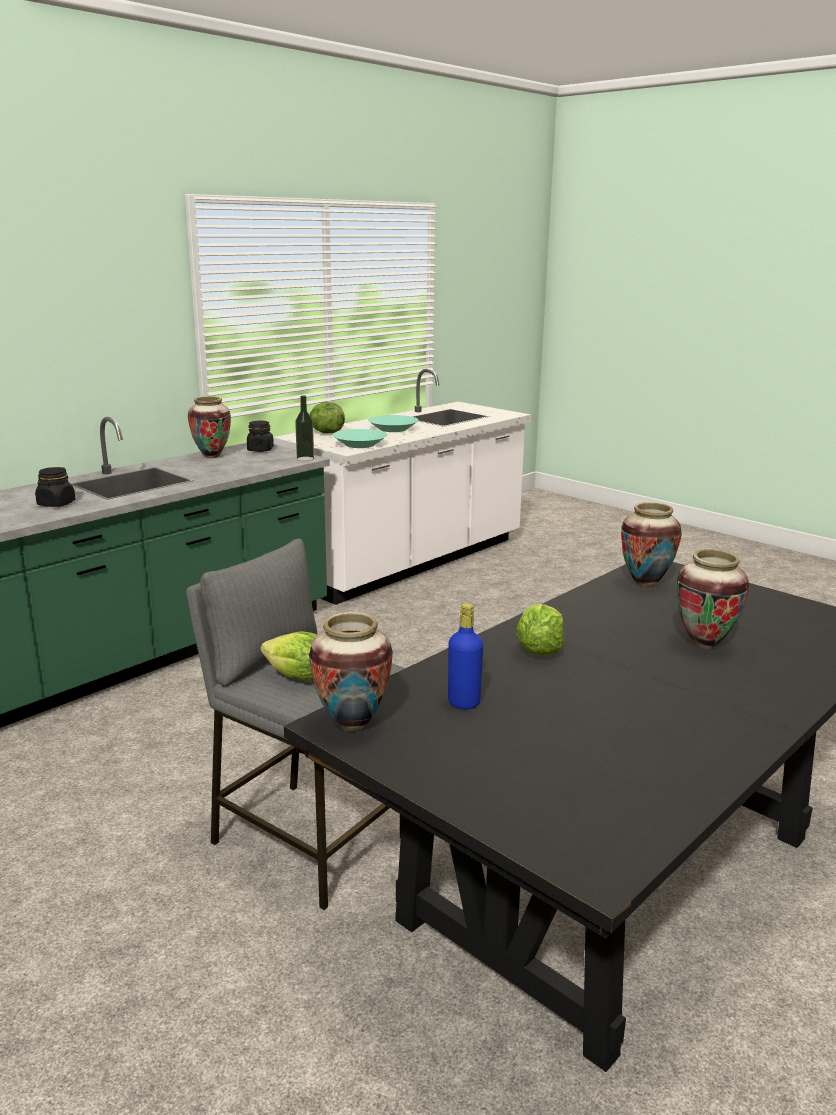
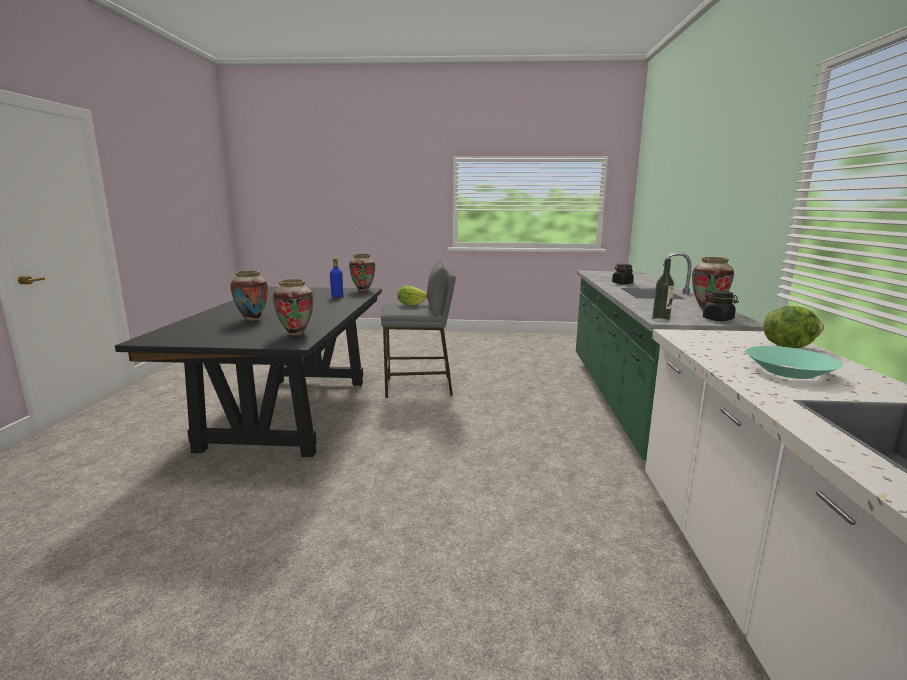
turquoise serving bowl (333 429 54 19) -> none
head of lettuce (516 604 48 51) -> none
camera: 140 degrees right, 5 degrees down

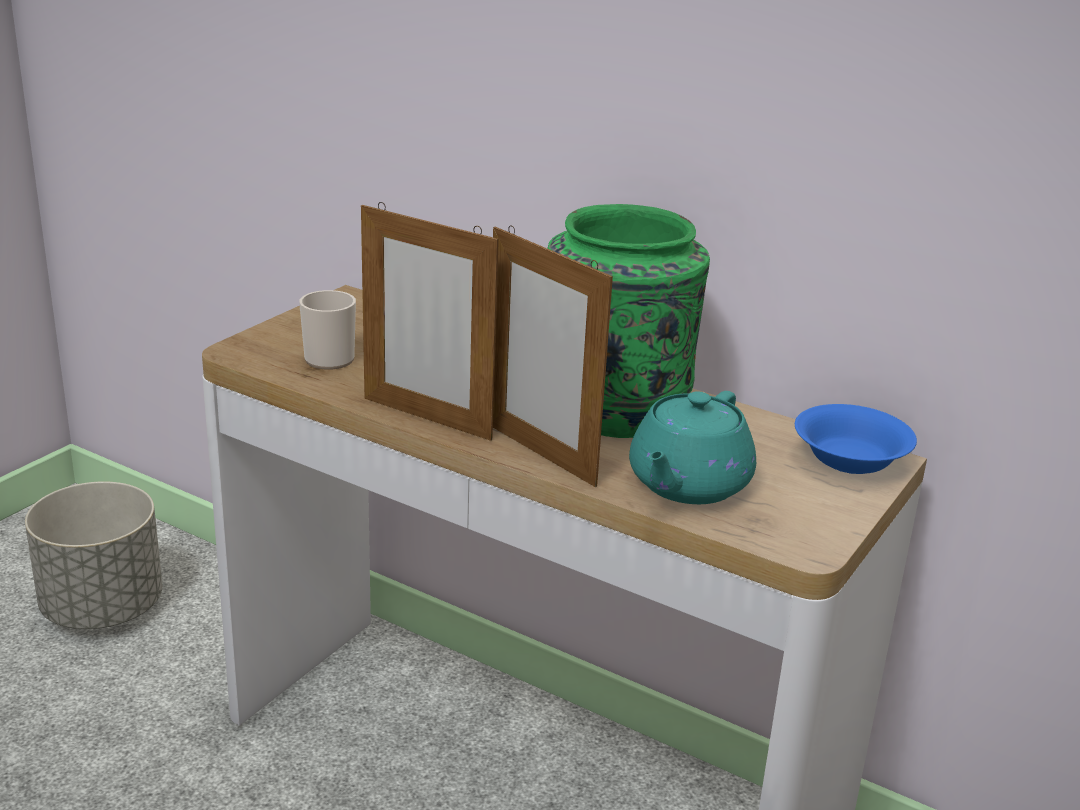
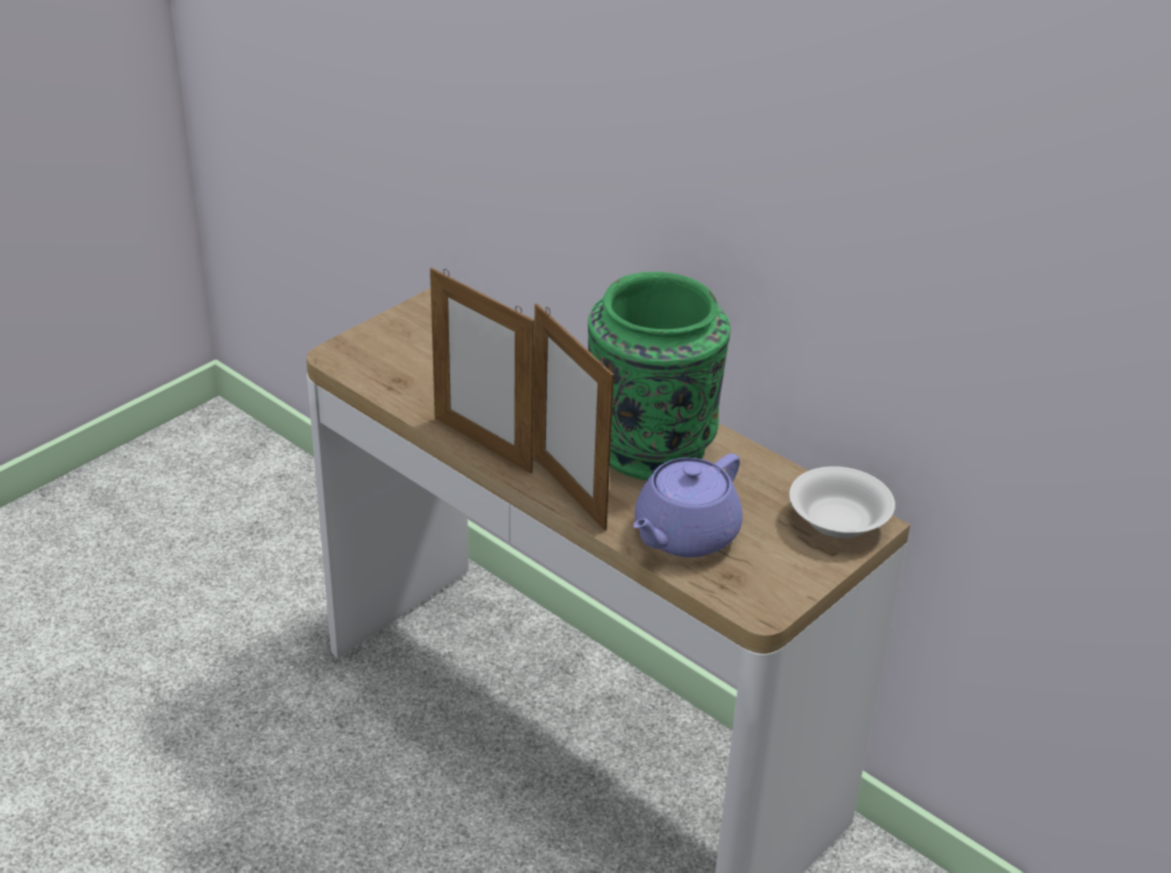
grey planter (25 482 138 147) -> none
coffee mug (299 290 57 80) -> none
turquoise pot for tea (629 391 127 113) -> purple pot for tea (633 453 110 104)
blue serving bowl (795 404 122 70) -> white-coloured serving bowl (789 466 106 72)
camera: 10 degrees right, 10 degrees up

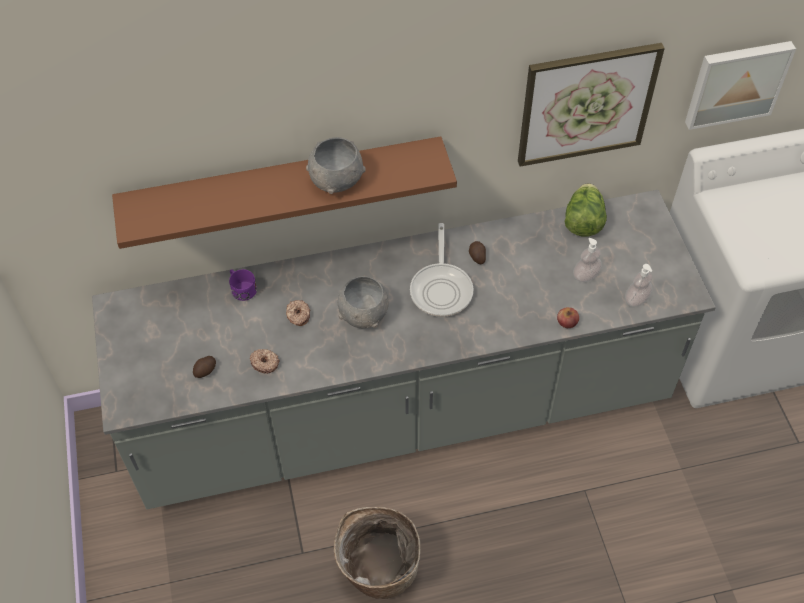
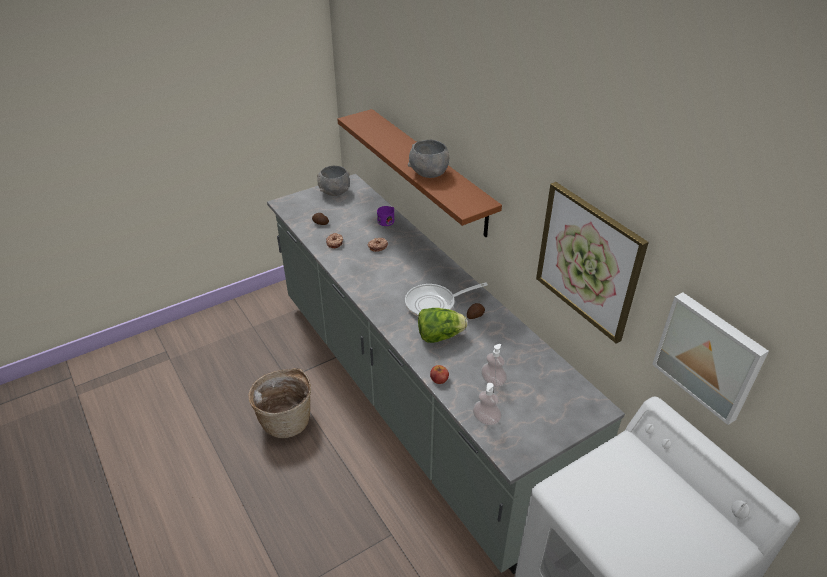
grey serving bowl (338 275 51 53) -> grey serving bowl (317 166 33 30), relocated
head of lettuce (565 183 42 54) -> head of lettuce (418 308 49 35), relocated
camera: 70 degrees right, 15 degrees down

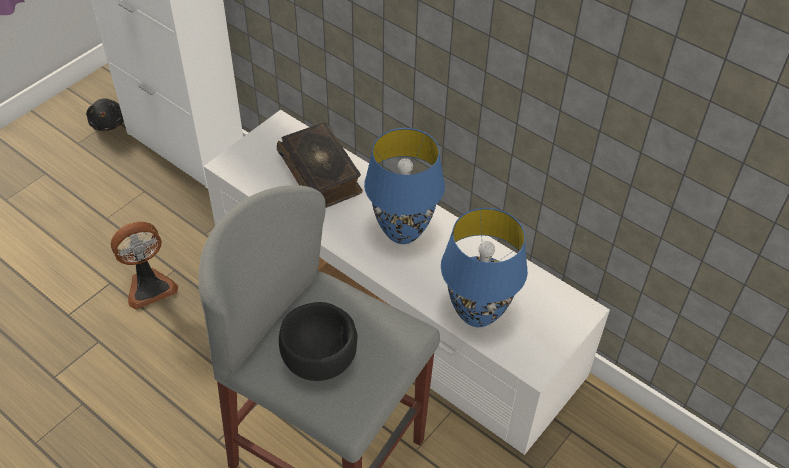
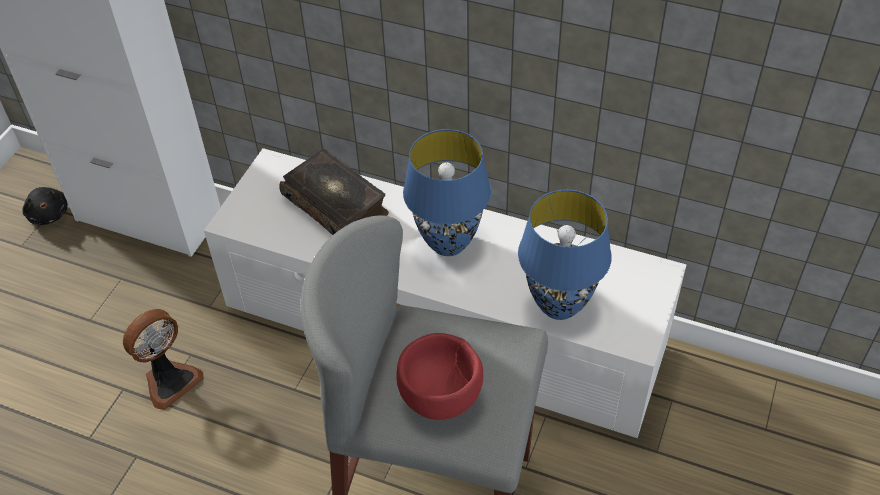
black-coloured serving bowl (279 302 78 79) -> reddish serving bowl (396 333 88 87)
camera: 15 degrees left, 0 degrees up

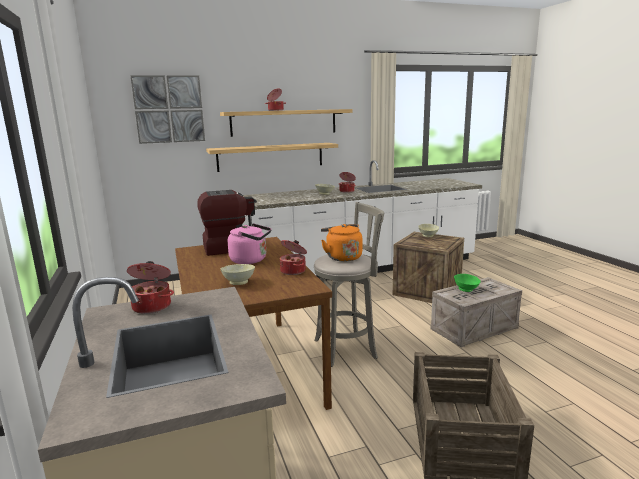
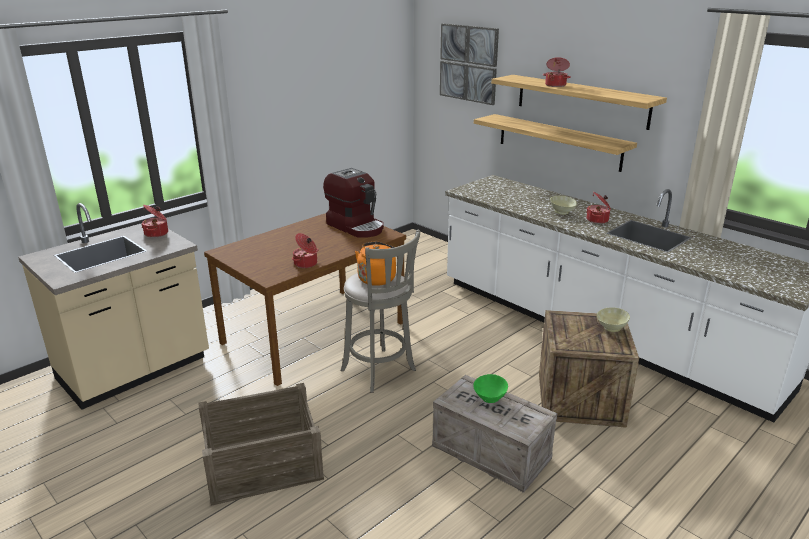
beige-coloured serving bowl (221 264 34 21) -> none
pink water kettle (228 223 43 41) -> none
camera: 65 degrees right, 10 degrees up

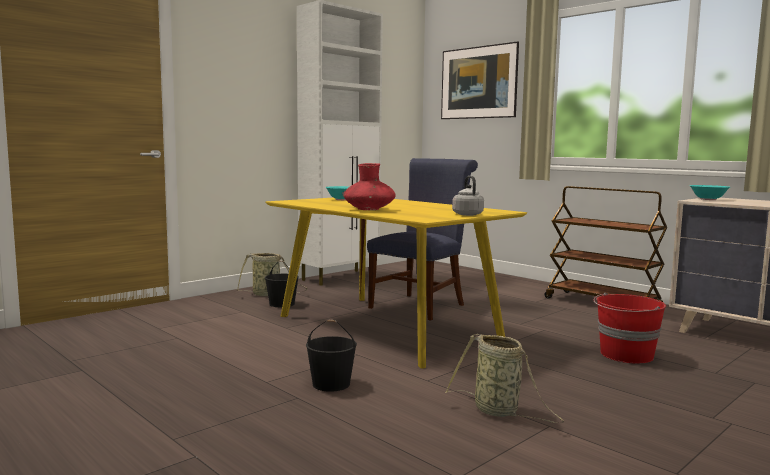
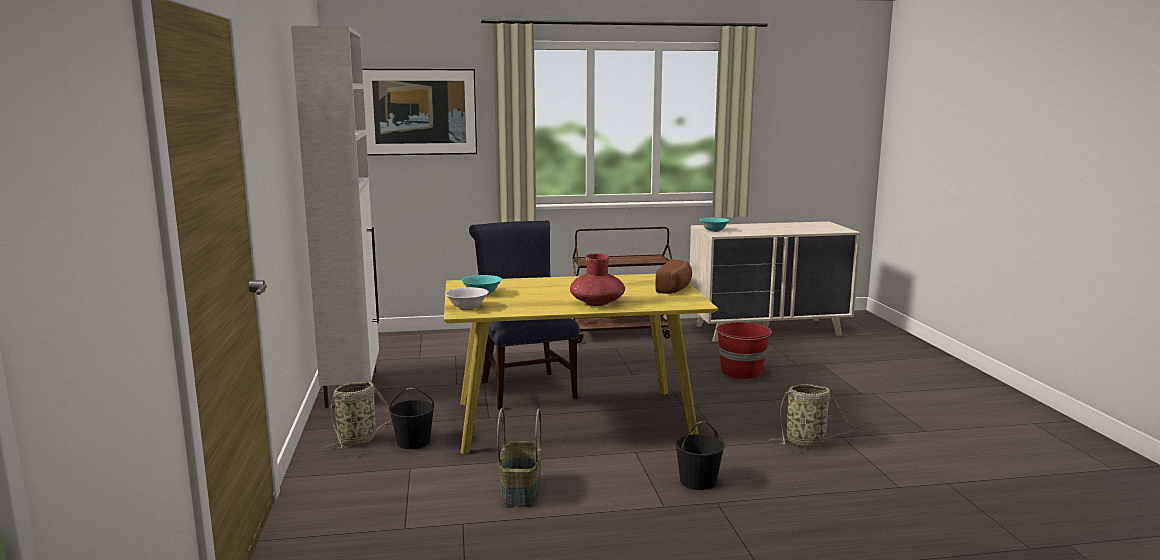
none -> white-coloured serving bowl (445 287 44 23)
none -> basket (497 408 45 99)
grey water kettle (452 176 32 40) -> bread (656 260 36 34)
camera: 55 degrees left, 5 degrees up

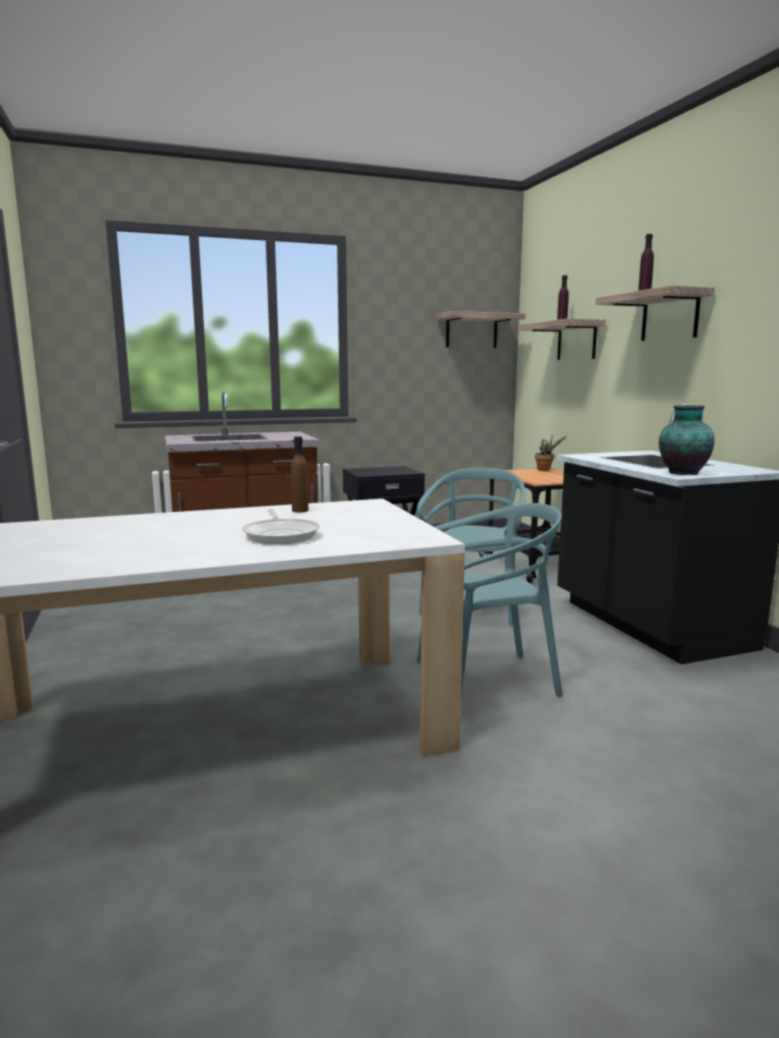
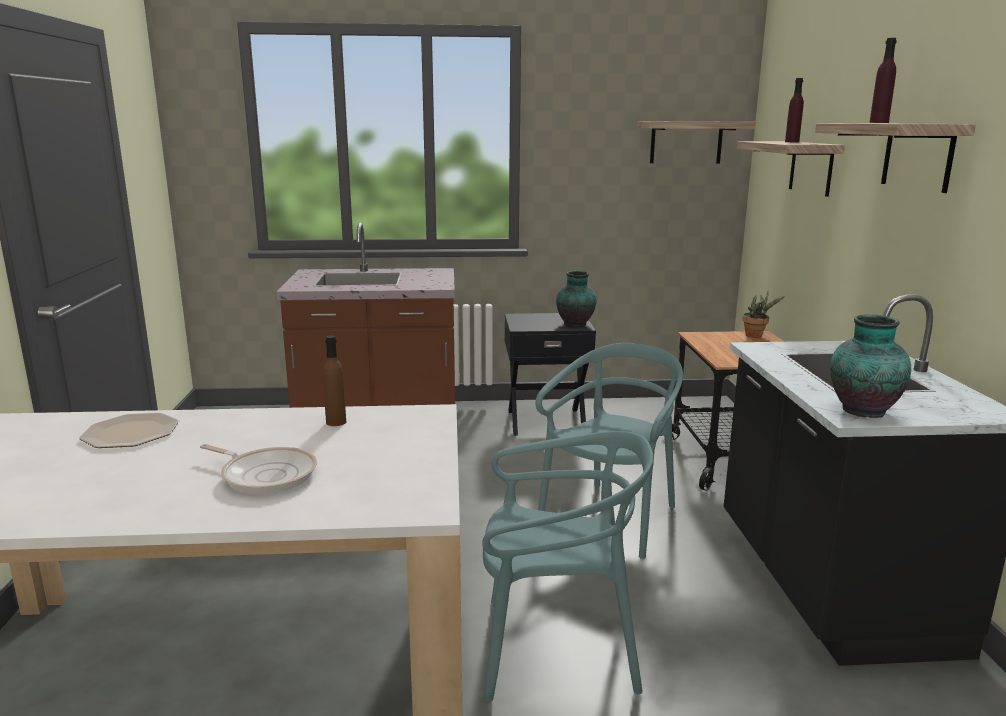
none -> flat dish (79 413 100 35)
none -> vase (556 271 40 56)
pan (242 509 78 35) -> pan (200 444 117 50), 60 degrees counterclockwise
camera: 15 degrees right, 5 degrees up

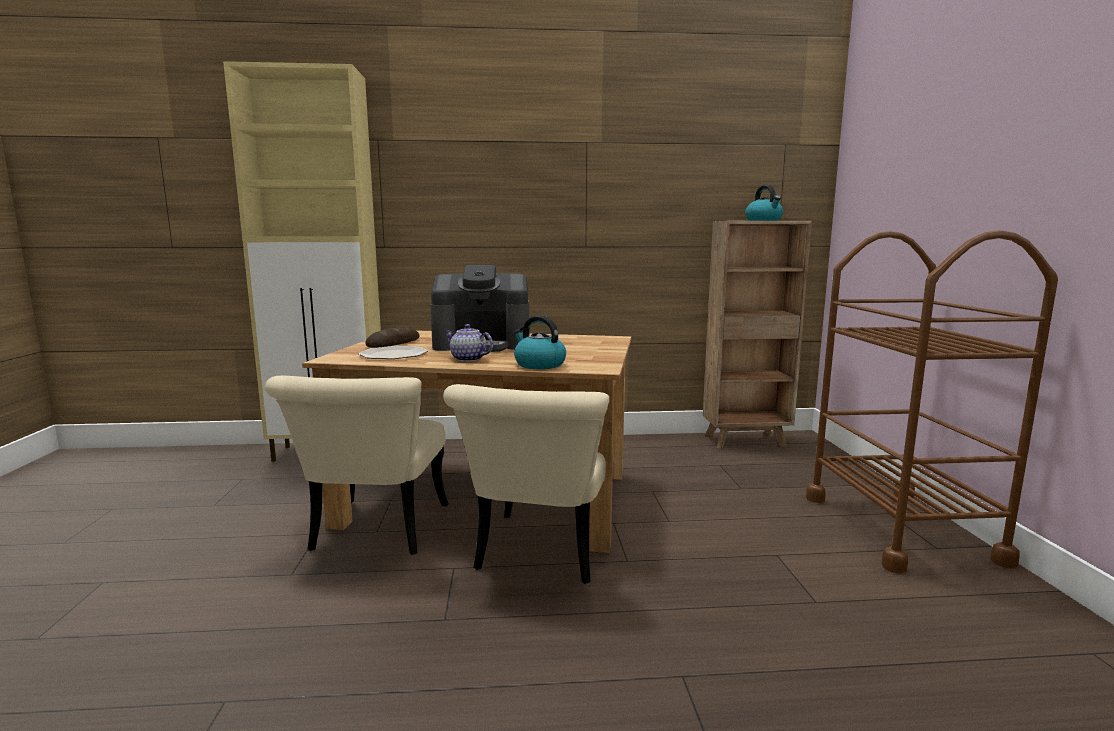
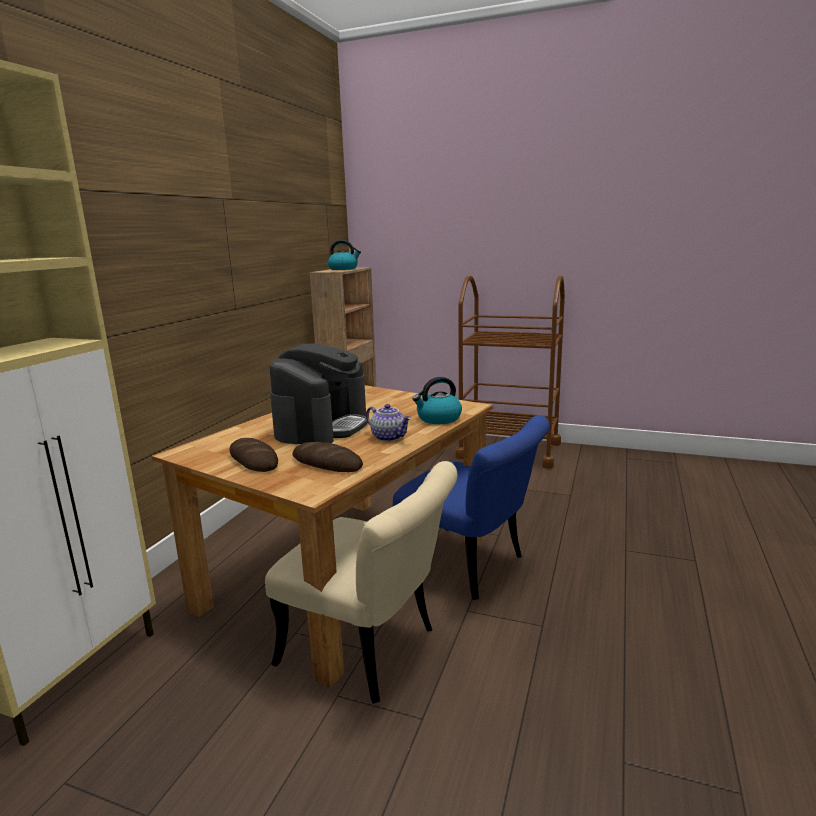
flat dish (359 346 69 13) -> bread (292 442 71 30)
beige-coloured plain chair (443 384 166 200) -> blue plain chair (393 415 157 185)
pot for tea (444 324 49 38) -> pot for tea (366 404 45 38), 105 degrees counterclockwise
camera: 65 degrees left, 5 degrees up

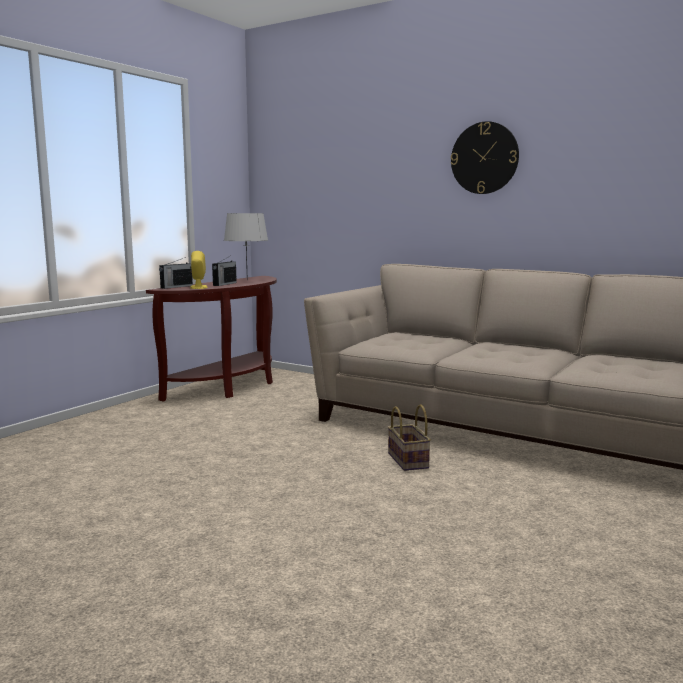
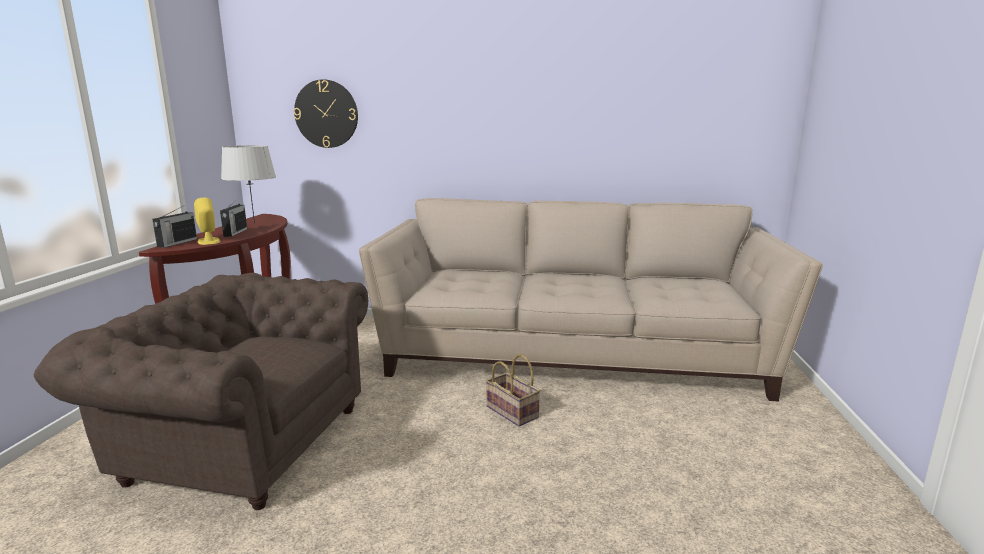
none -> brown-coloured armchair (34 273 334 237)
hanging clock (451 121 68 73) -> hanging clock (294 79 64 69), relocated
camera: 25 degrees left, 5 degrees up

